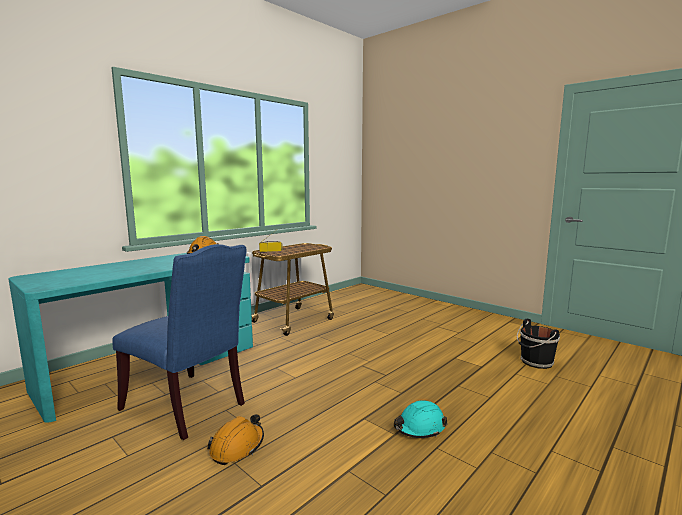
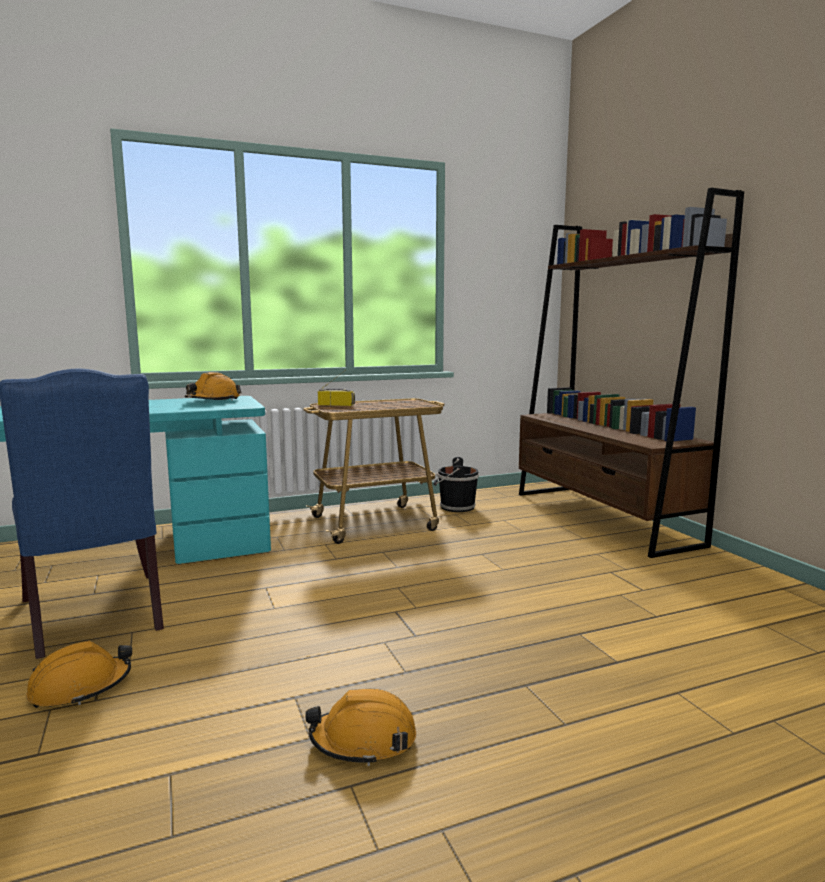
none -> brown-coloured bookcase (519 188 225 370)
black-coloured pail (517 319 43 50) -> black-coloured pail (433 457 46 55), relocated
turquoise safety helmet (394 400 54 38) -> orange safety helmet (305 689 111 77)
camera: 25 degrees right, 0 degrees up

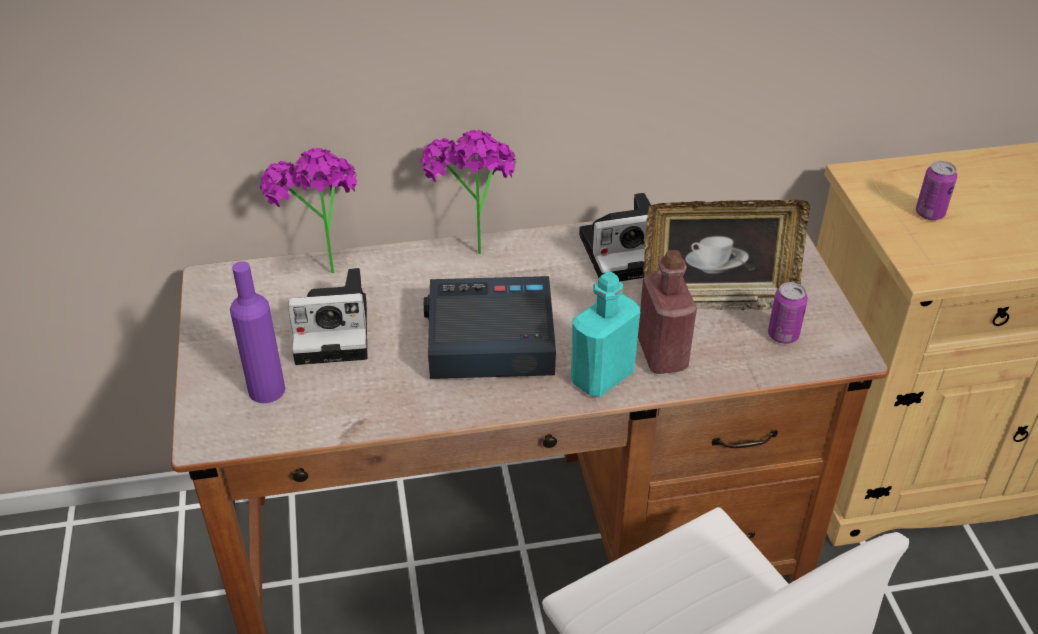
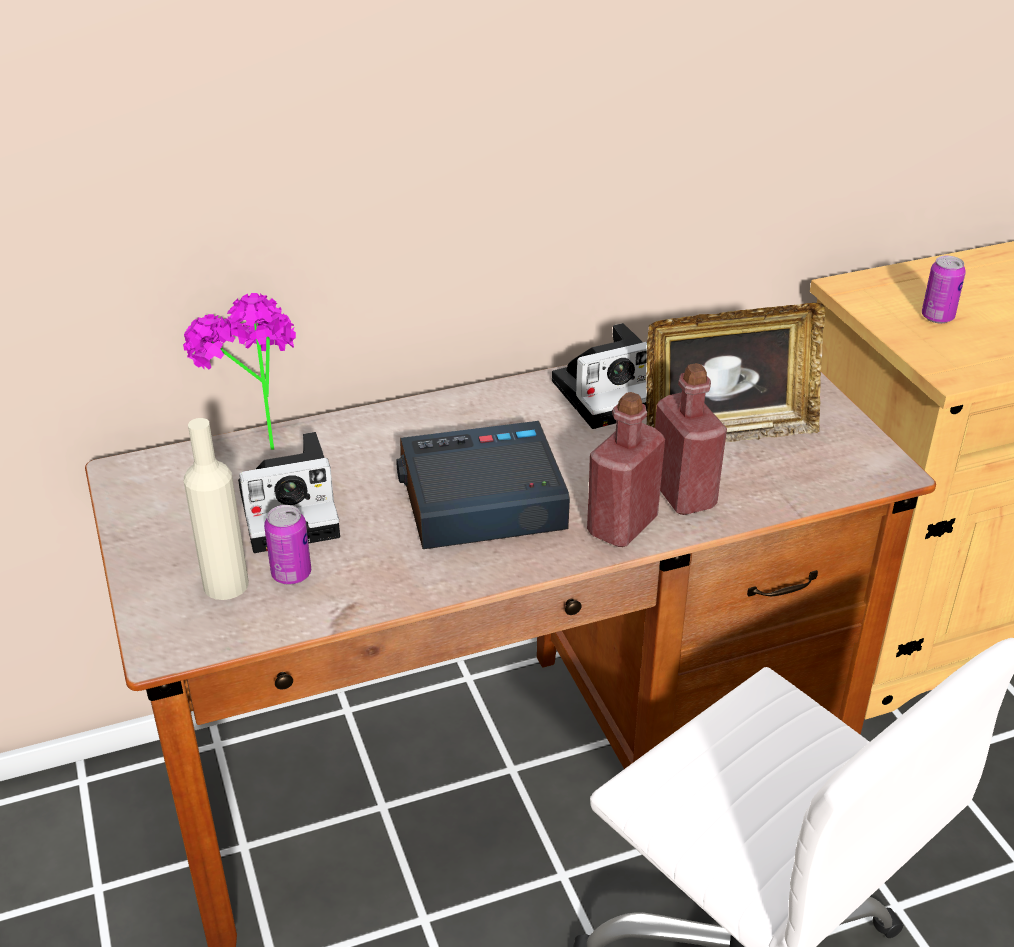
houseplant (421 130 96 124) -> none
metal can (768 282 40 62) -> metal can (264 505 47 80), relocated
purple beverage bottle (230 261 55 142) -> beige-coloured beverage bottle (184 418 65 182)
turquoise beverage bottle (571 272 69 125) -> reddish beverage bottle (587 392 78 155)
camera: 10 degrees left, 5 degrees down

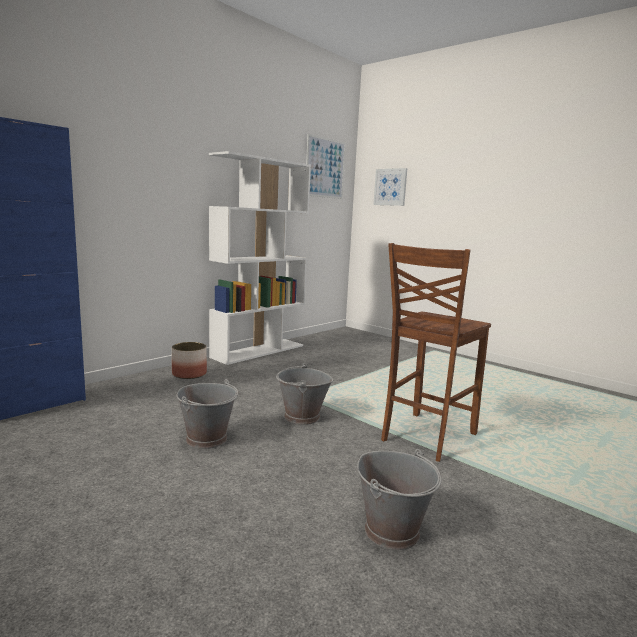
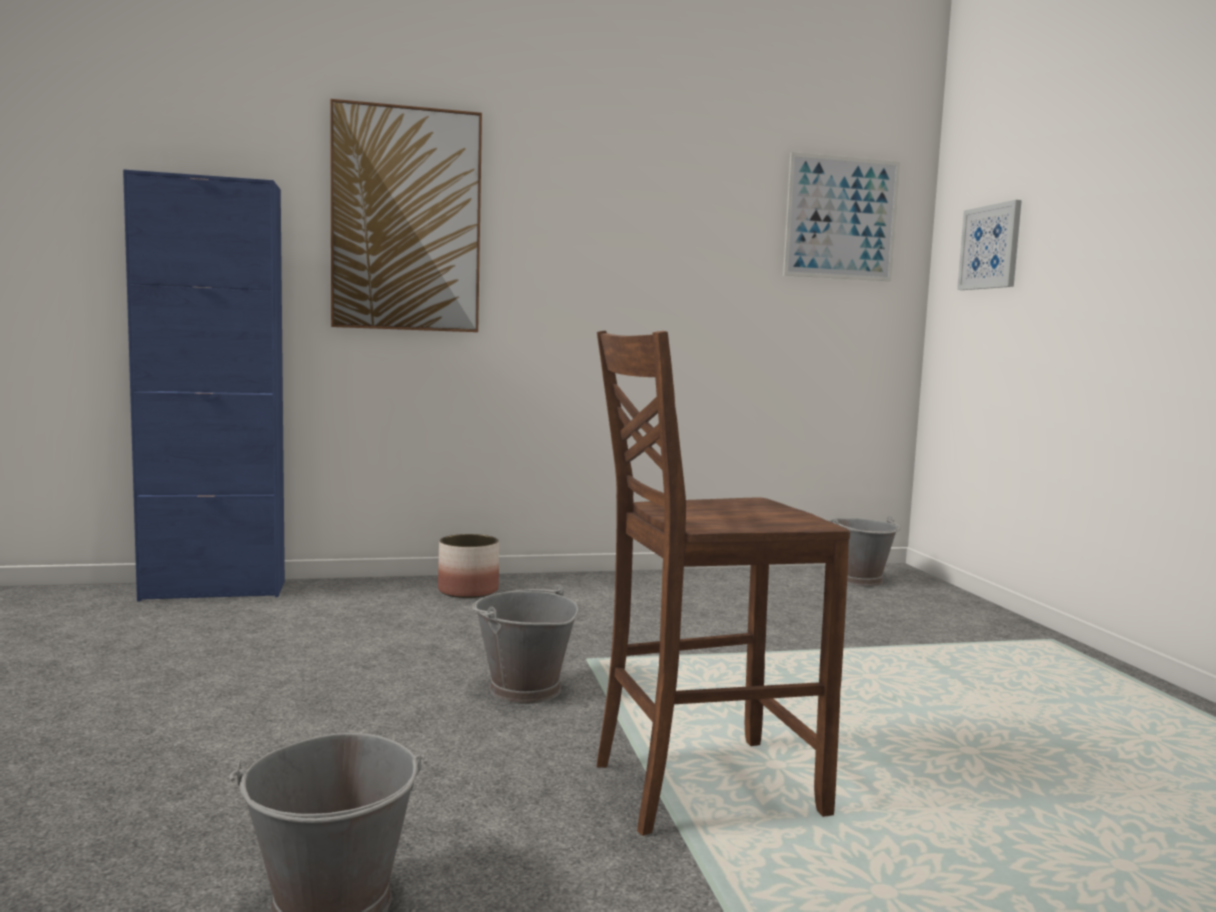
white-coloured bookcase (209 151 102 214) -> none
none -> wall art (330 99 152 233)
grey pail (177 379 61 70) -> grey pail (830 516 70 71), relocated
camera: 35 degrees right, 5 degrees down

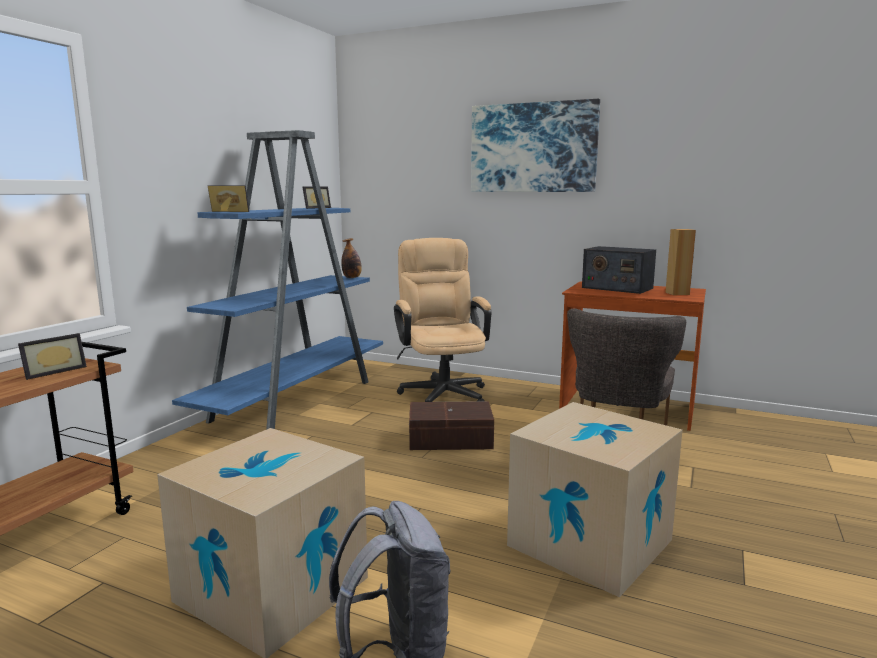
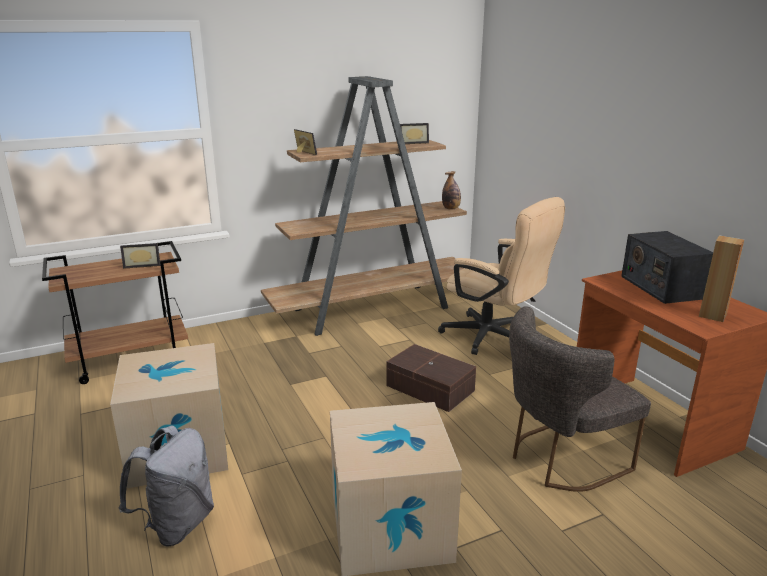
wall art (471 99 129 93) -> none
blue bookcase (172 130 211 300) -> brown-coloured bookcase (261 76 206 260)
beige-coloured office chair (394 238 98 164) -> beige-coloured office chair (438 197 127 158), 105 degrees clockwise
camera: 40 degrees right, 10 degrees up

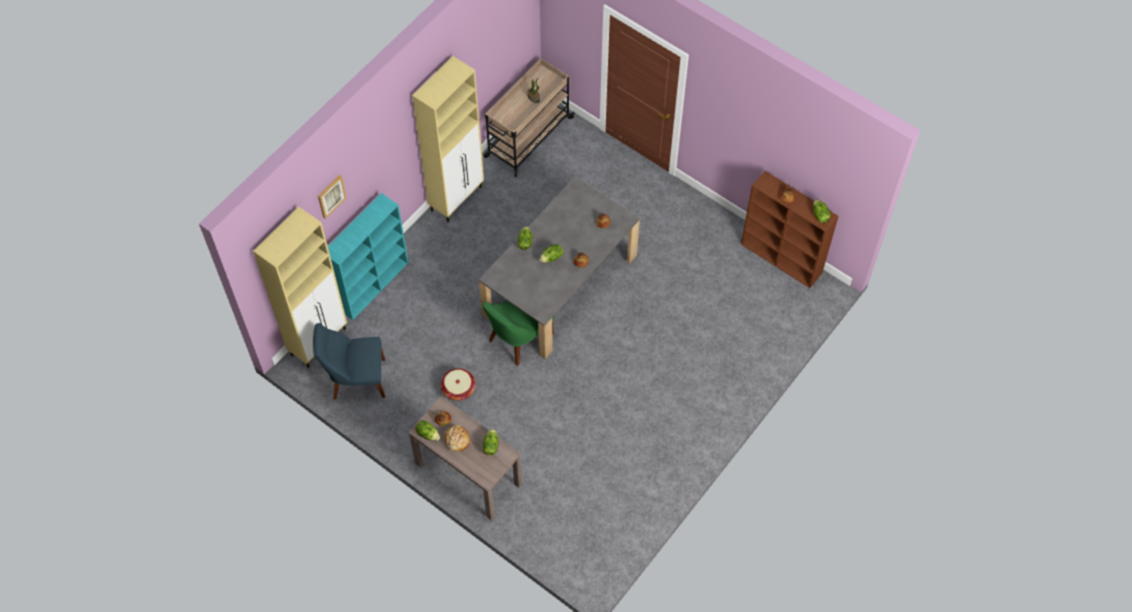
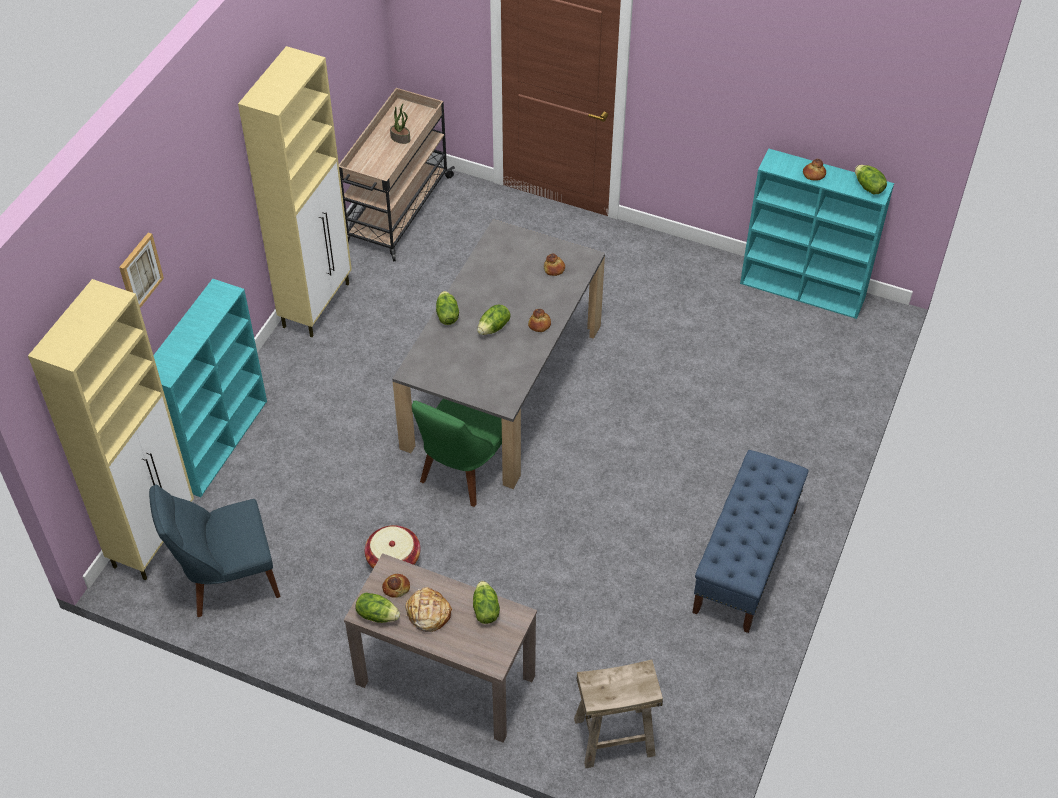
none -> beige-coloured sitting stool (574 660 89 108)
none -> blue bench (692 450 117 183)
brown-coloured bookcase (741 171 97 117) -> turquoise bookcase (740 148 154 171)
camera: 15 degrees left, 10 degrees down

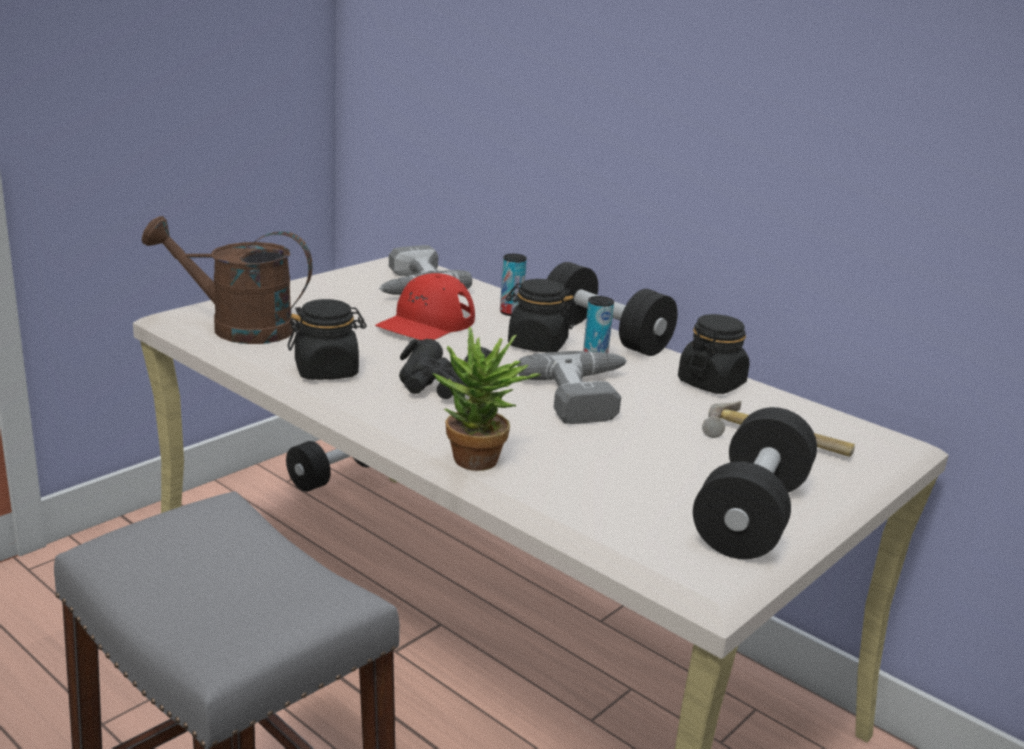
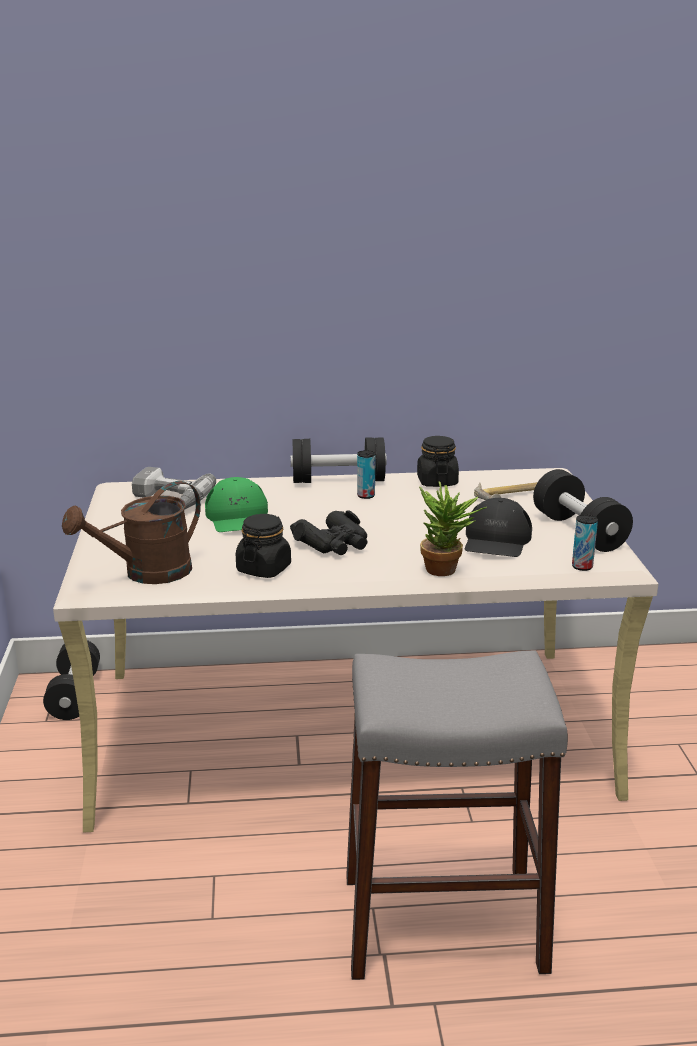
black-coloured storage jar (506 279 68 73) -> none
drill (517 351 110 73) -> none
none -> black-coloured peaked cap (465 498 67 59)
metal can (500 254 27 62) -> metal can (572 514 26 57), relocated
reddish peaked cap (375 273 100 67) -> greenish peaked cap (205 477 63 55)
camera: 45 degrees left, 0 degrees up

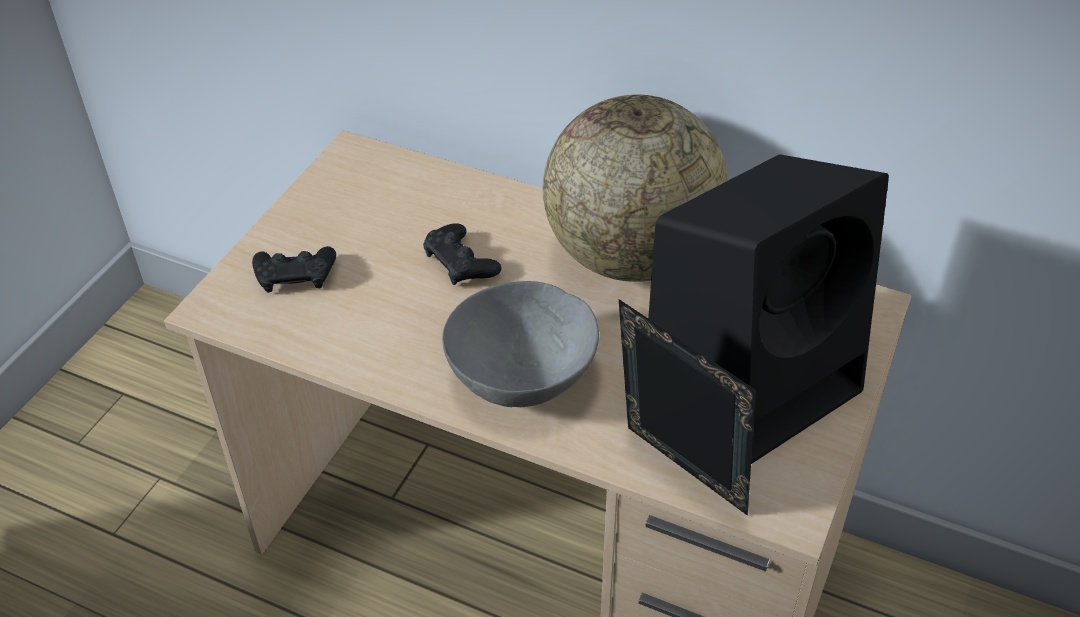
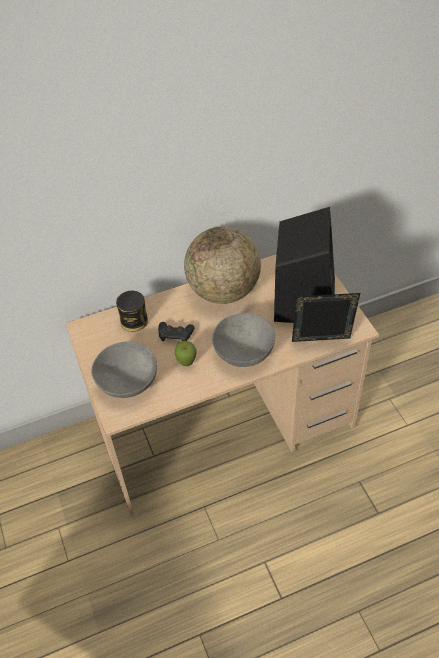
none -> metal can (116 291 32 41)
none -> apple fruit (175 341 21 25)
black-coloured gamepad (252 246 84 47) -> grey serving bowl (91 342 66 56)
camera: 45 degrees left, 5 degrees up

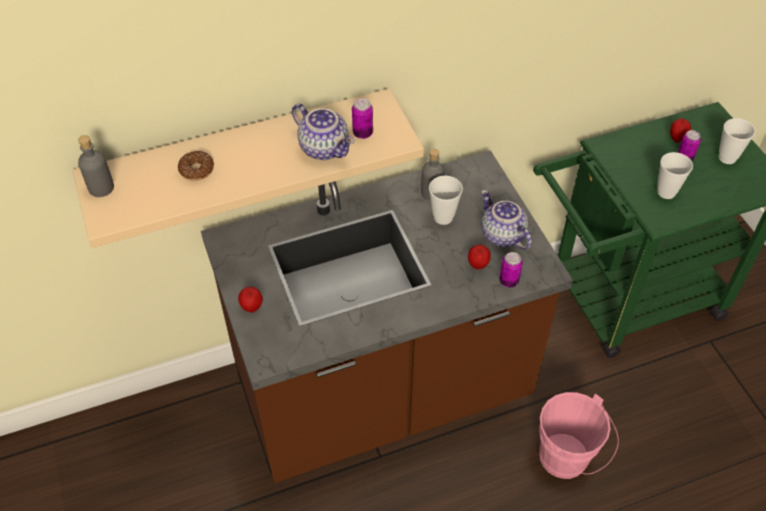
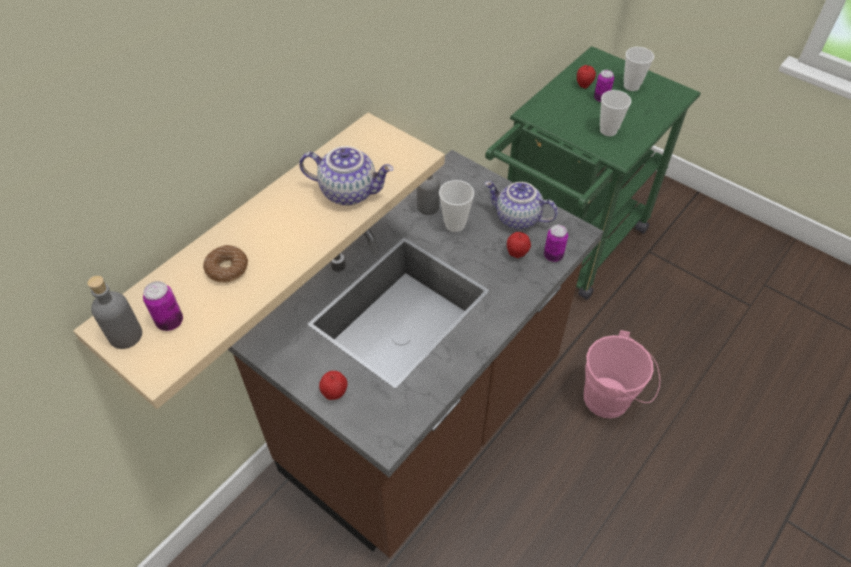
metal can (352 98 21 41) -> metal can (143 281 40 50), relocated
camera: 30 degrees left, 0 degrees up

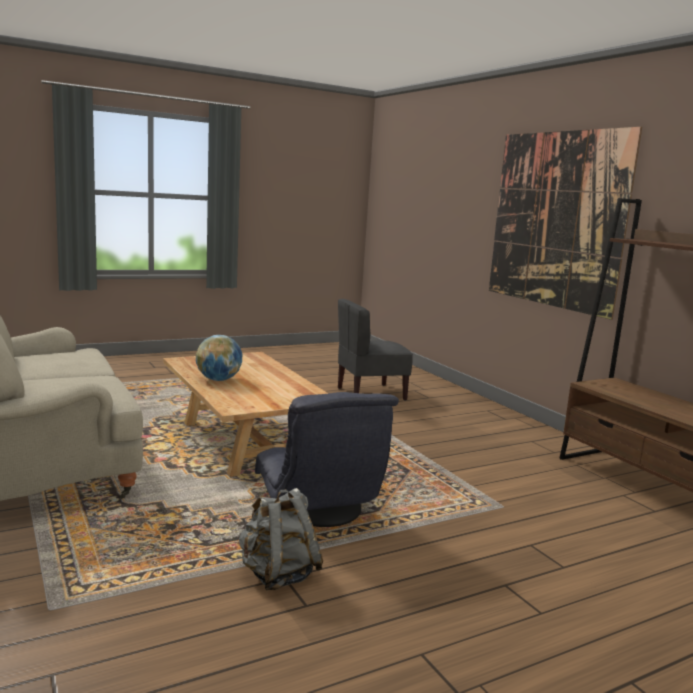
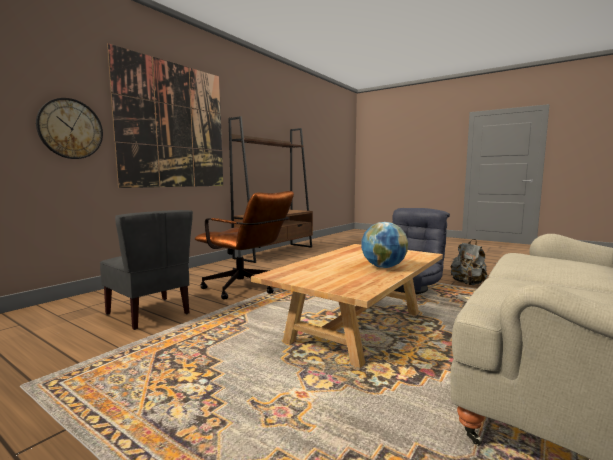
none -> hanging clock (36 98 67 61)
none -> brown-coloured office chair (195 191 99 109)
camera: 115 degrees left, 5 degrees down

